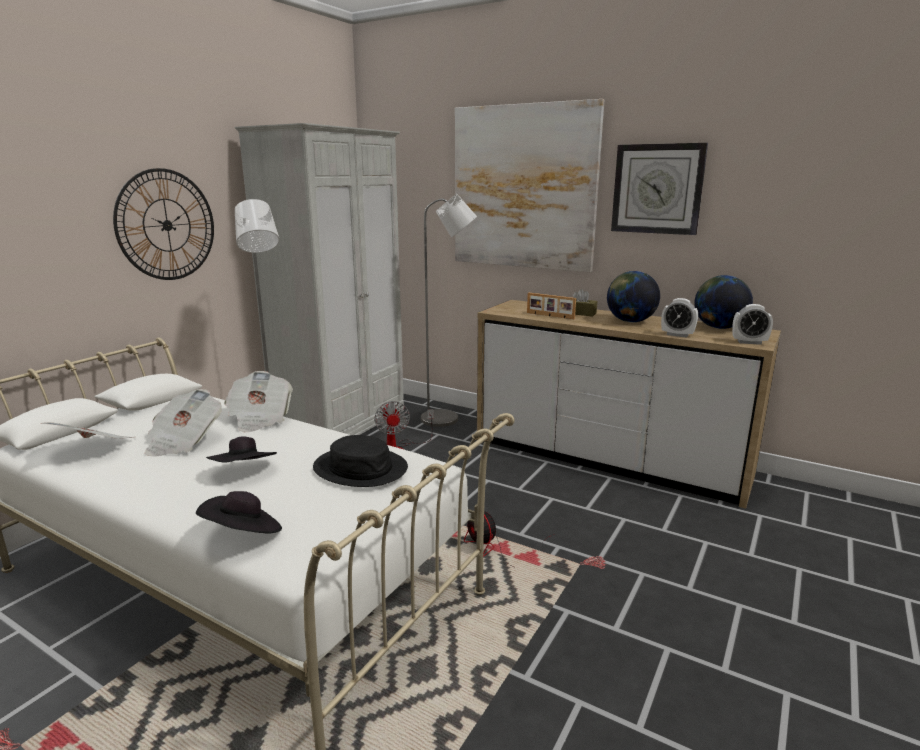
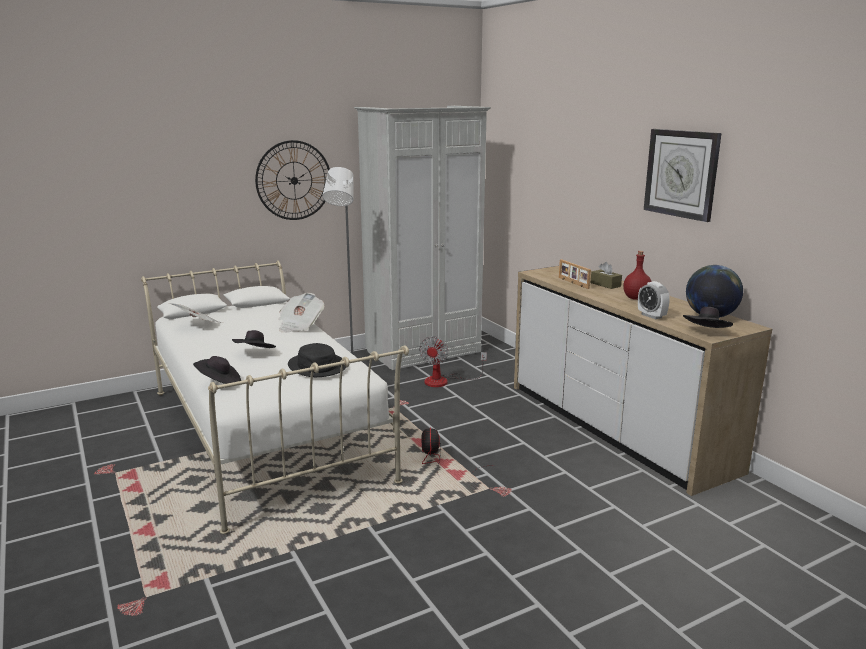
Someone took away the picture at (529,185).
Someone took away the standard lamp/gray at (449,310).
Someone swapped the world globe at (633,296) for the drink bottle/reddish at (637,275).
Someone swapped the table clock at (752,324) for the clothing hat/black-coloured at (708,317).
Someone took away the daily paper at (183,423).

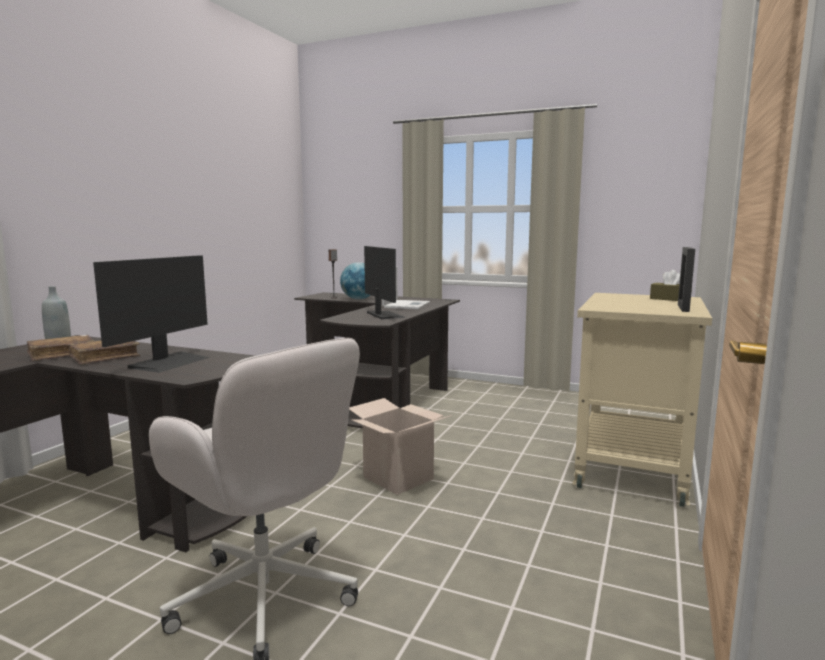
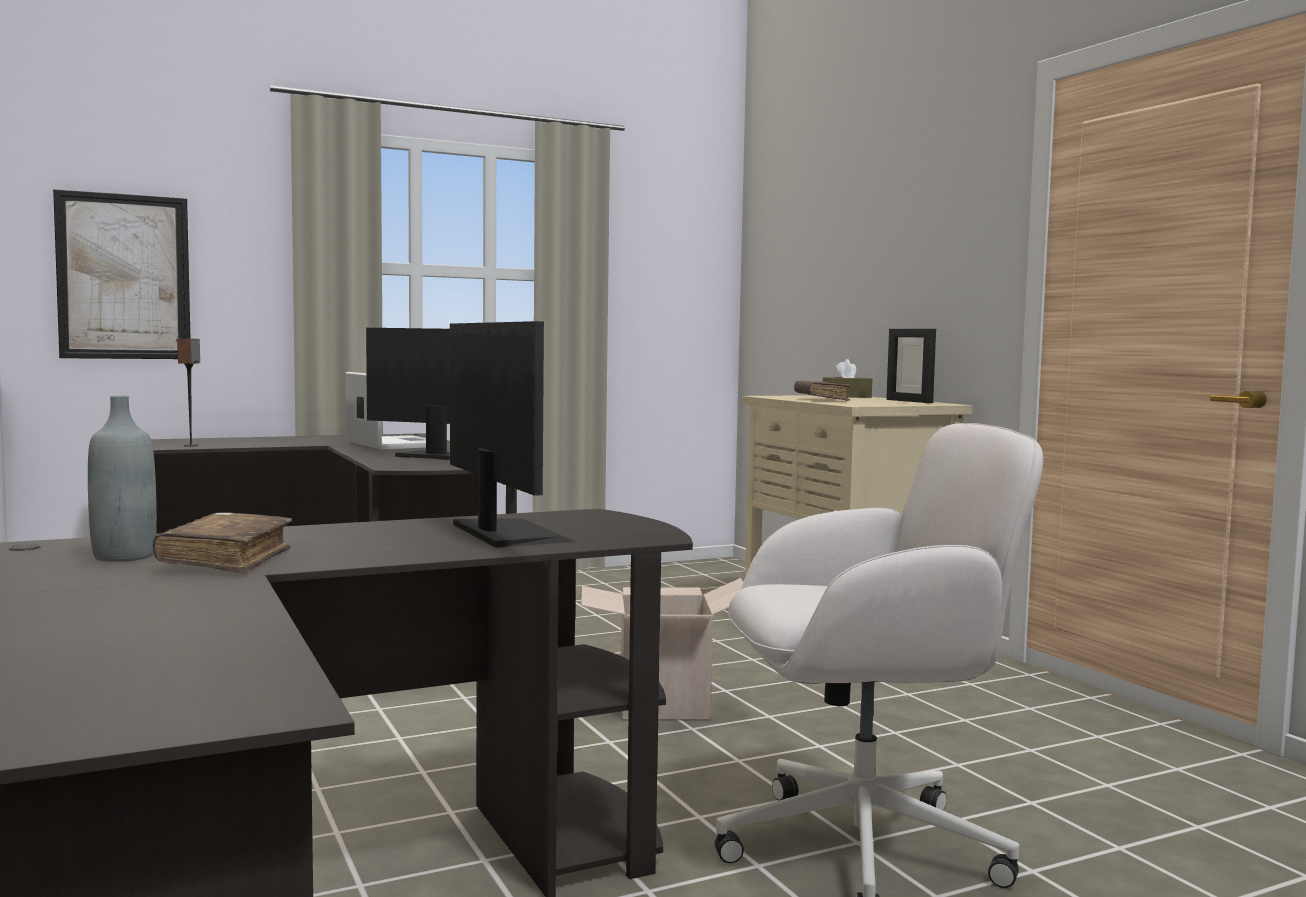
Someone took away the world globe at (355,280).
Someone carried the volume/brownish from (104,353) to (822,391).
Someone put up the picture at (122,274).

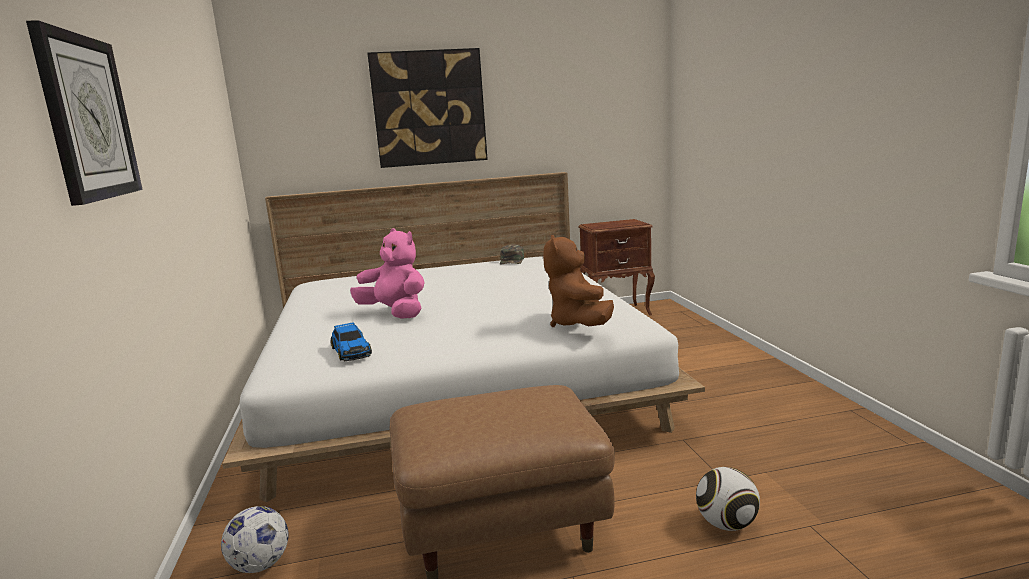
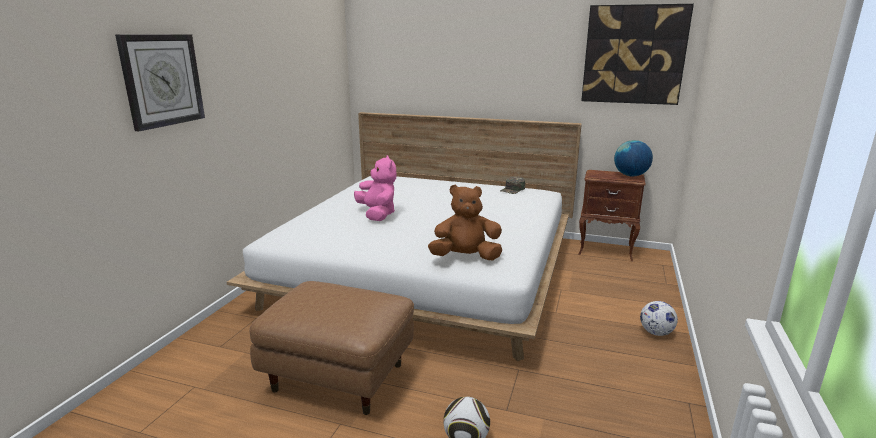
Someone carried the picture from (427,108) to (637,54).
Someone rotated the plush toy/brownish at (578,281) by 60 degrees clockwise.
Someone took away the model car at (351,341).
Someone carried the football from (255,539) to (659,318).
Someone put down the world globe at (633,158).

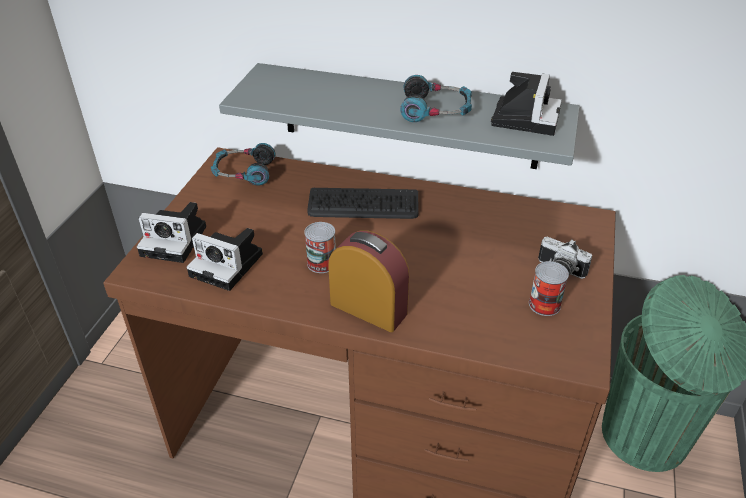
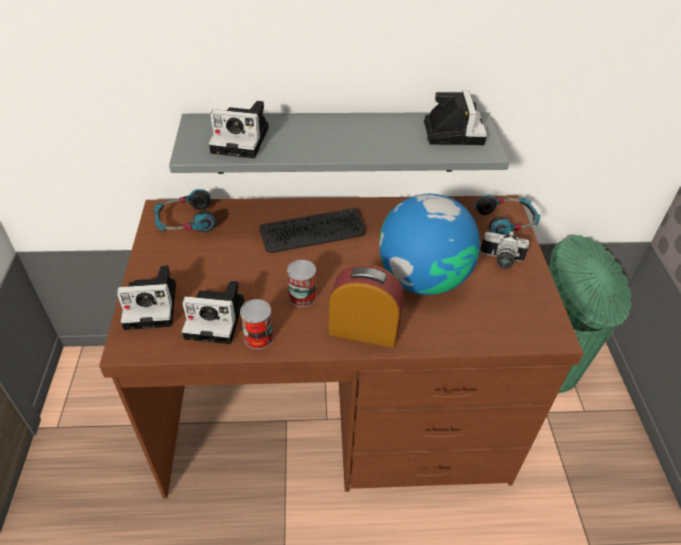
Someone carried the headphones from (436,98) to (508,214).
Someone carried the sealed can from (549,288) to (256,324).
Someone put down the photo camera at (239,129).
Someone put down the world globe at (429,244).

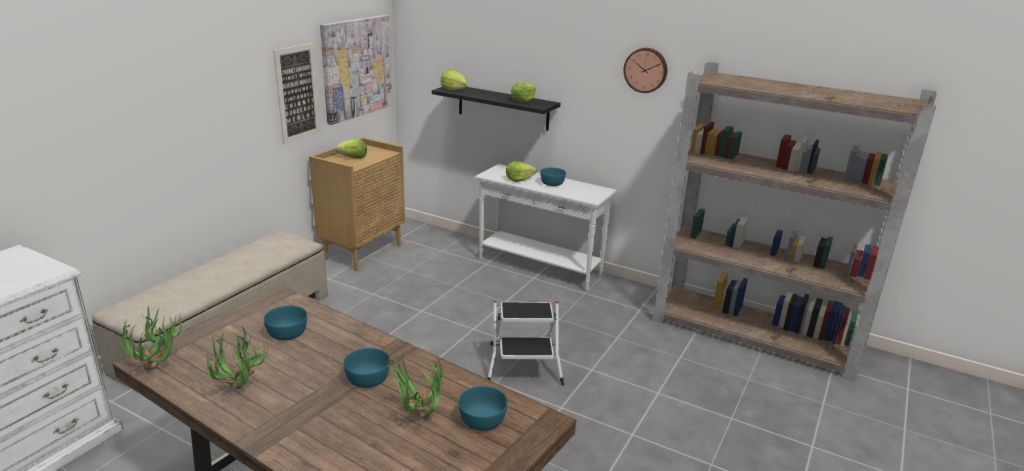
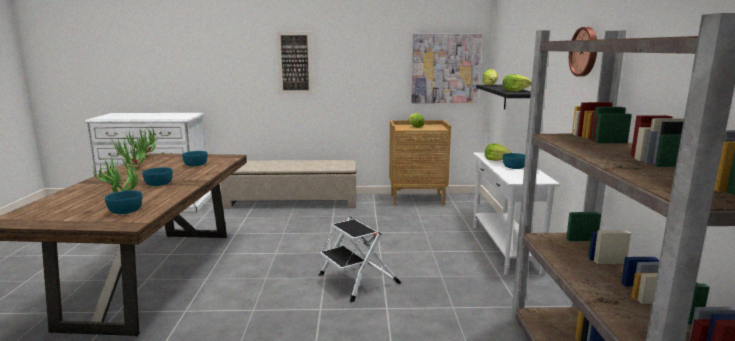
Someone carried the picture from (297,93) to (294,62).

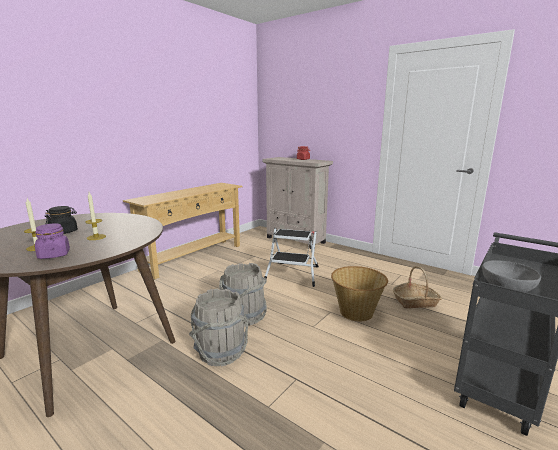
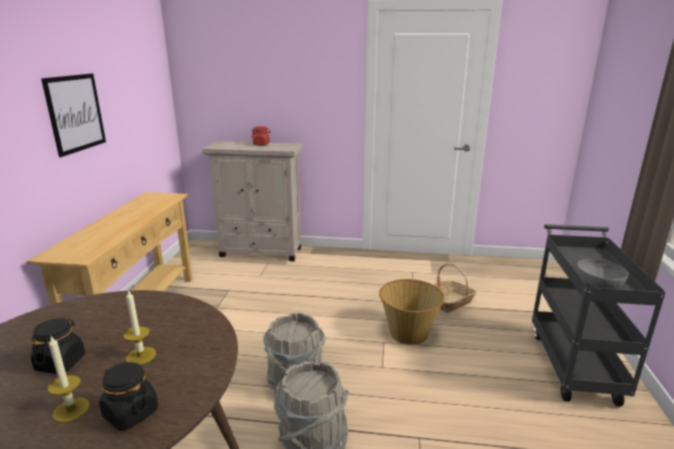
Someone repainted the preserve jar/purplish at (52,241), which became the preserve jar/black-coloured at (128,396).
Someone took away the stepladder at (291,257).
Someone put up the picture at (73,115).

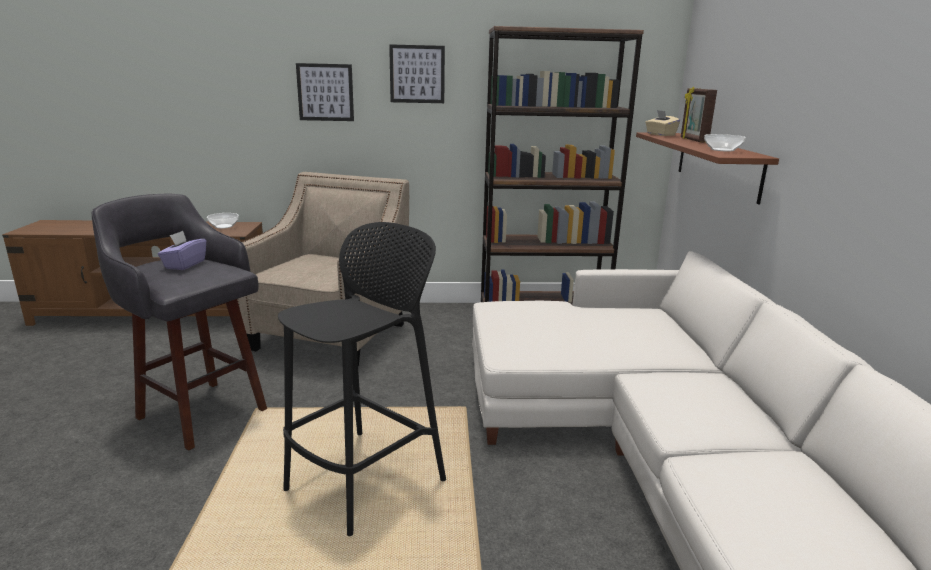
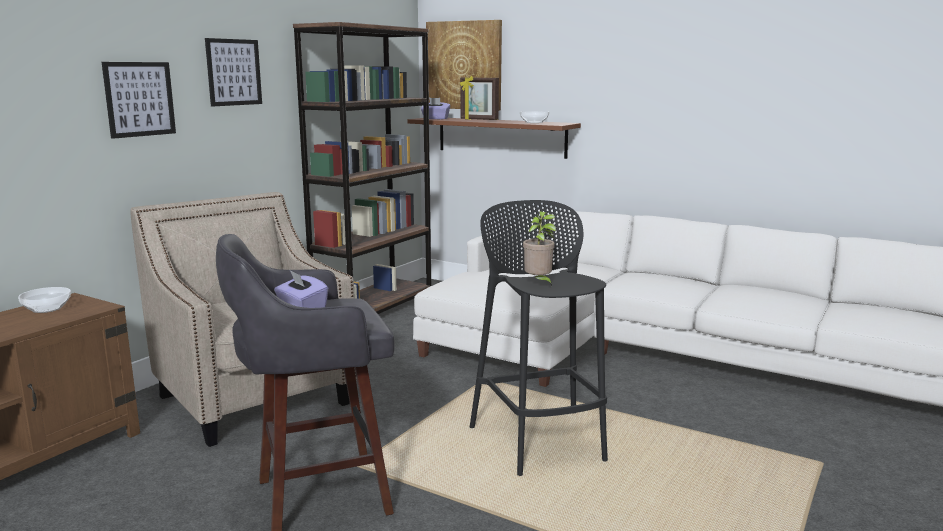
Someone repainted the tissue box/beige-coloured at (662,123), which became the tissue box/purplish at (435,109).
Someone put up the picture at (464,65).
Someone put down the plant in a pot at (539,248).

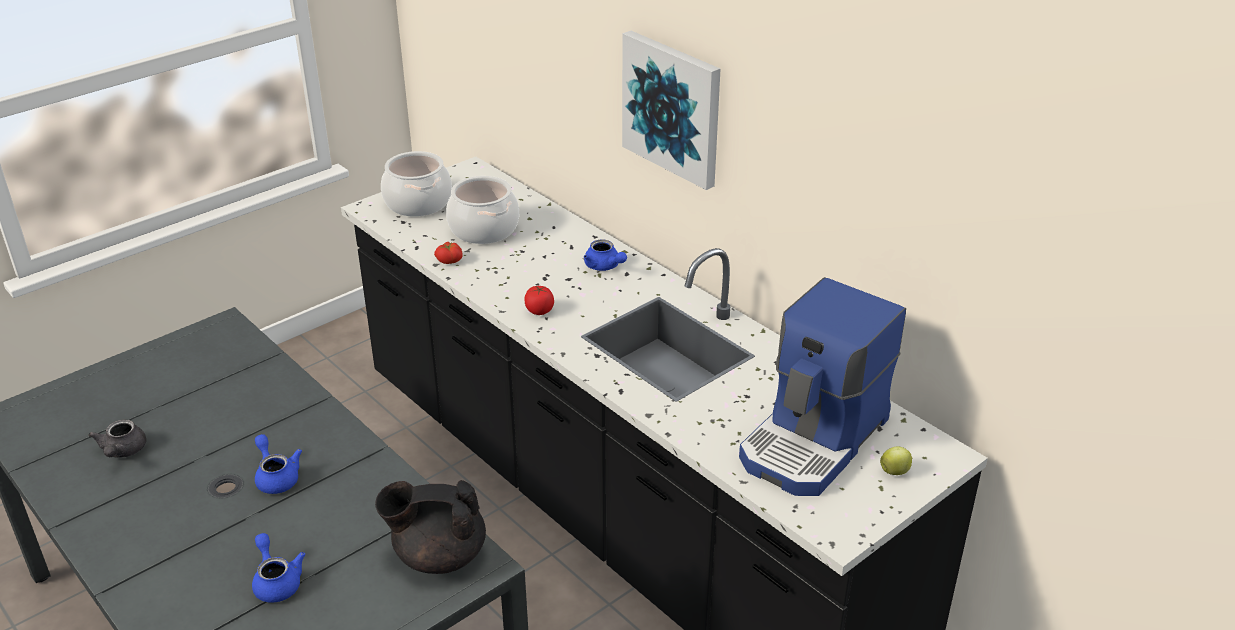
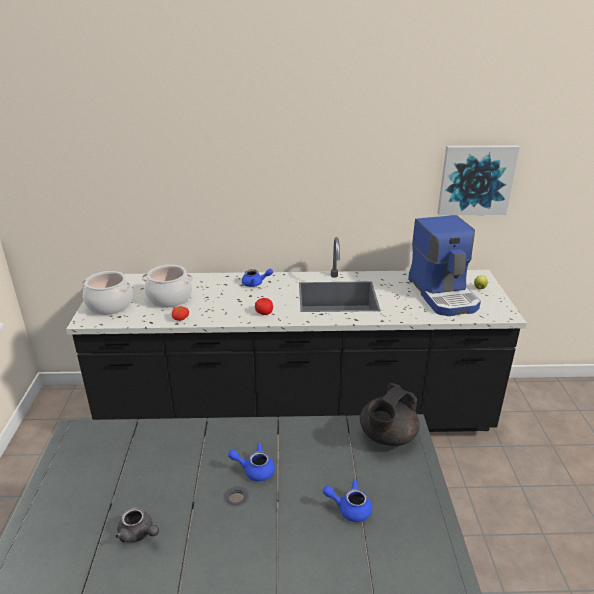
Someone carried the picture from (671,110) to (478,180).

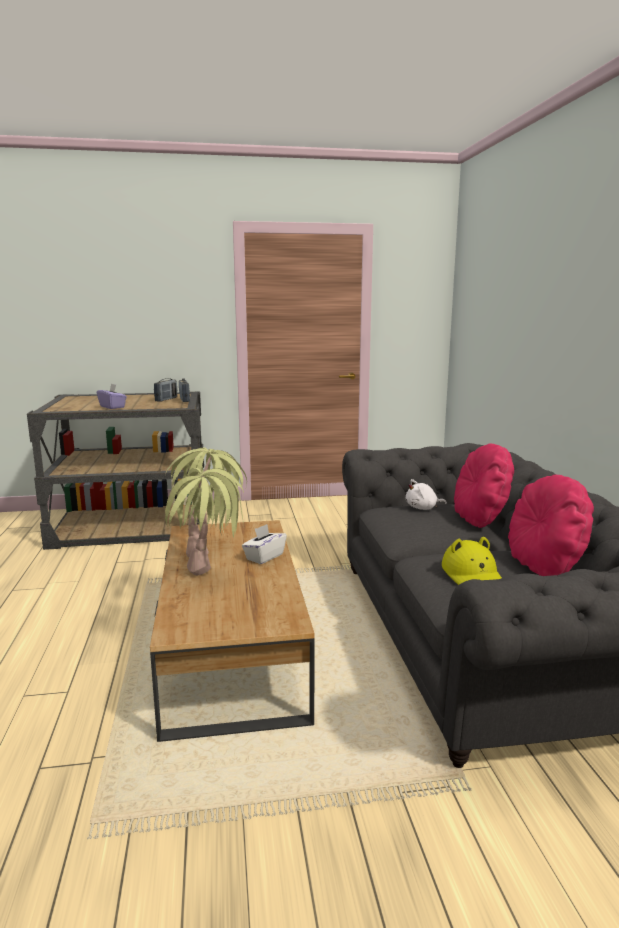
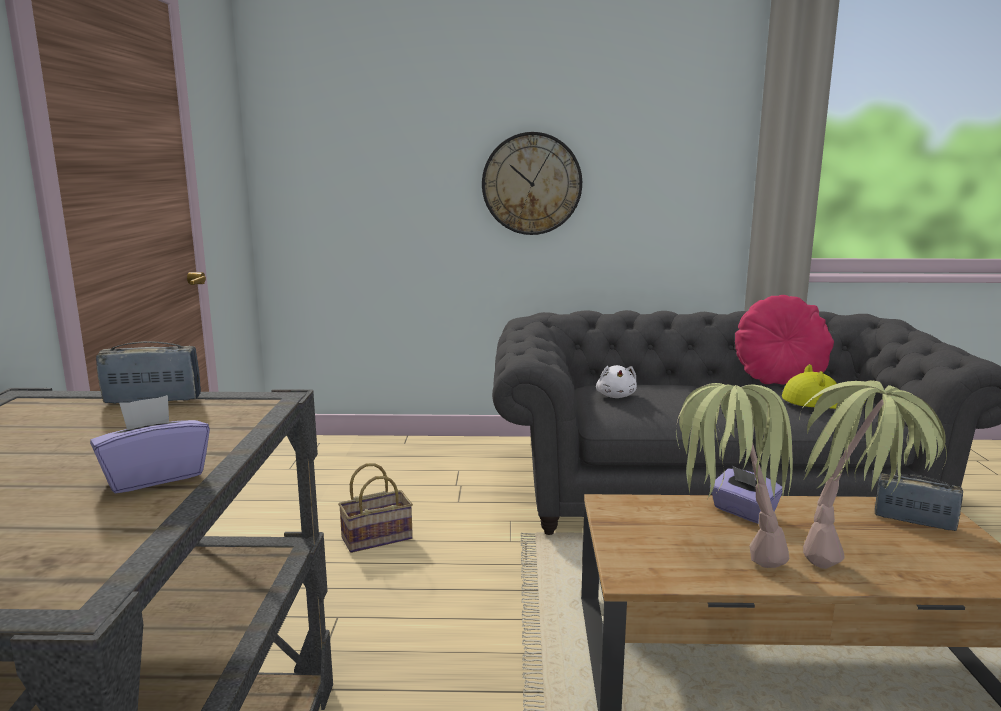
Someone carried the radio set from (165,390) to (919,502).
Someone took away the throw pillow/pinkish at (484,486).
Someone repainted the tissue box/whitish at (264,544), which became the tissue box/purplish at (746,495).
Someone put up the wall clock at (532,183).
Someone put down the storage basket at (375,508).

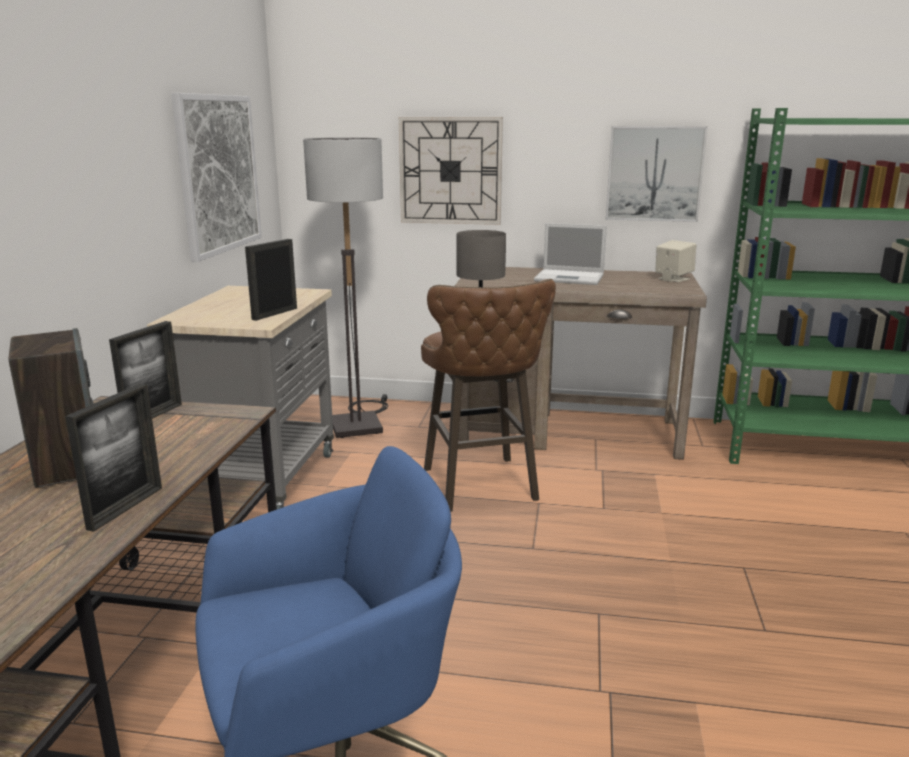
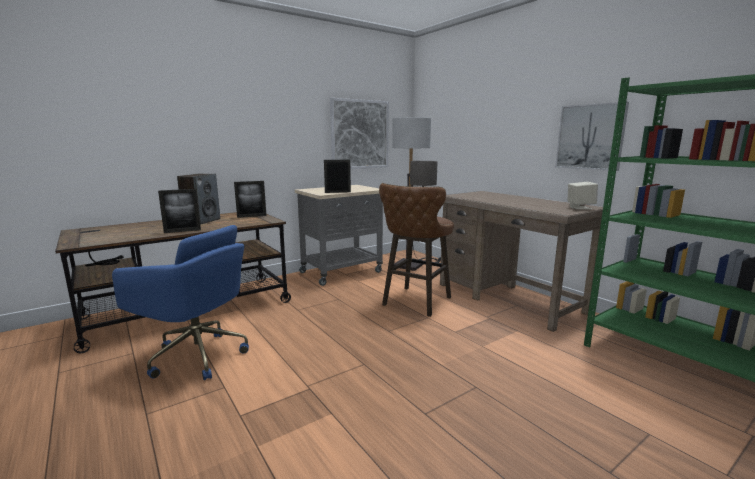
Someone took away the wall clock at (451,171).
Someone took away the laptop at (570,254).

